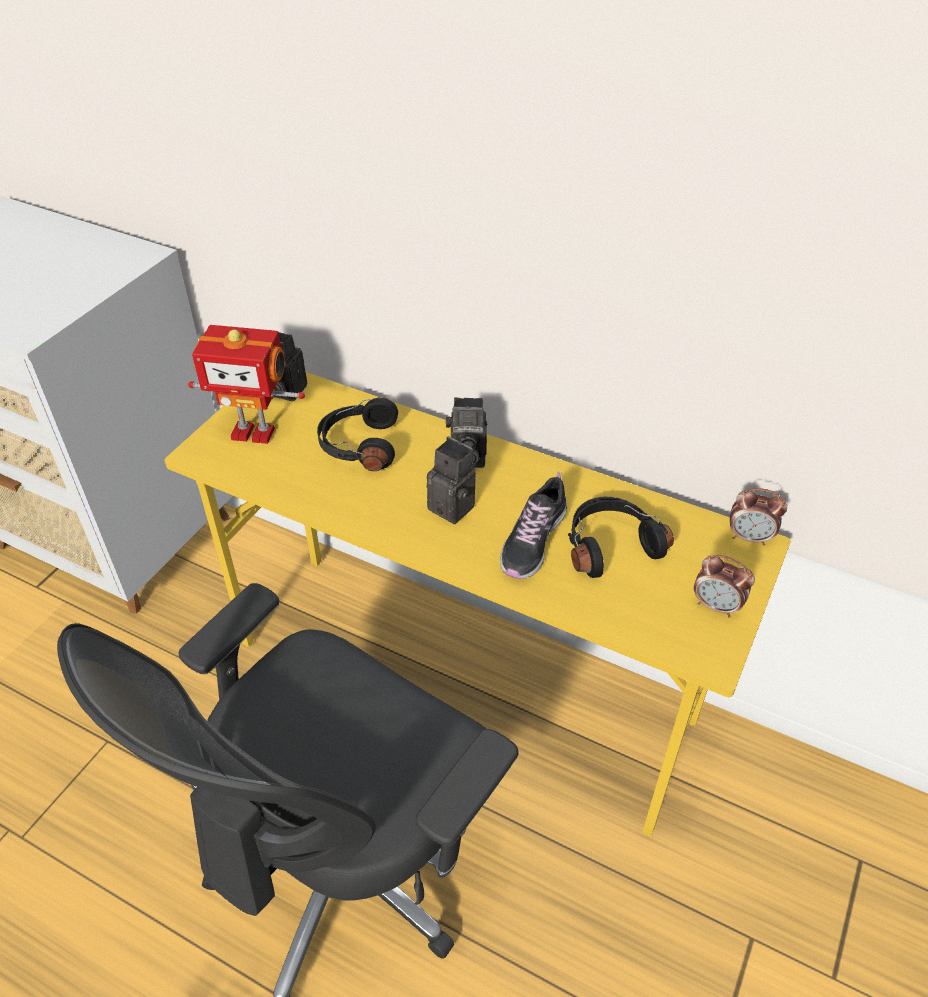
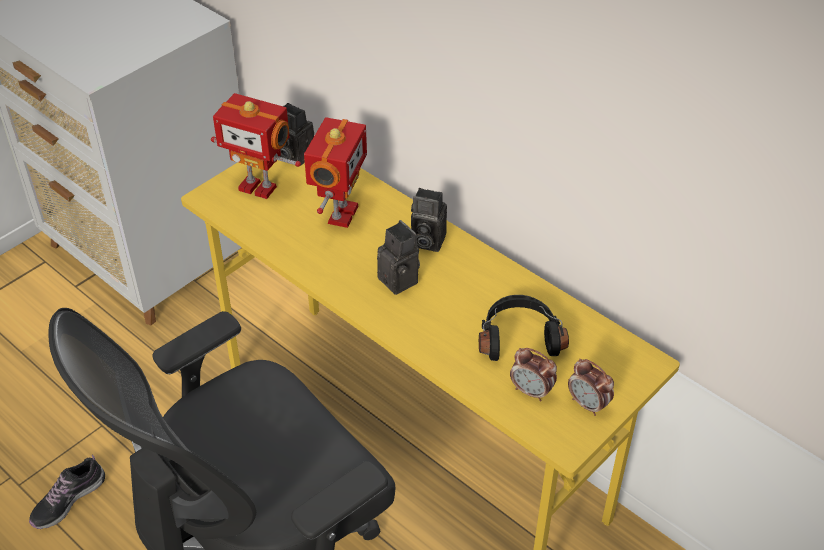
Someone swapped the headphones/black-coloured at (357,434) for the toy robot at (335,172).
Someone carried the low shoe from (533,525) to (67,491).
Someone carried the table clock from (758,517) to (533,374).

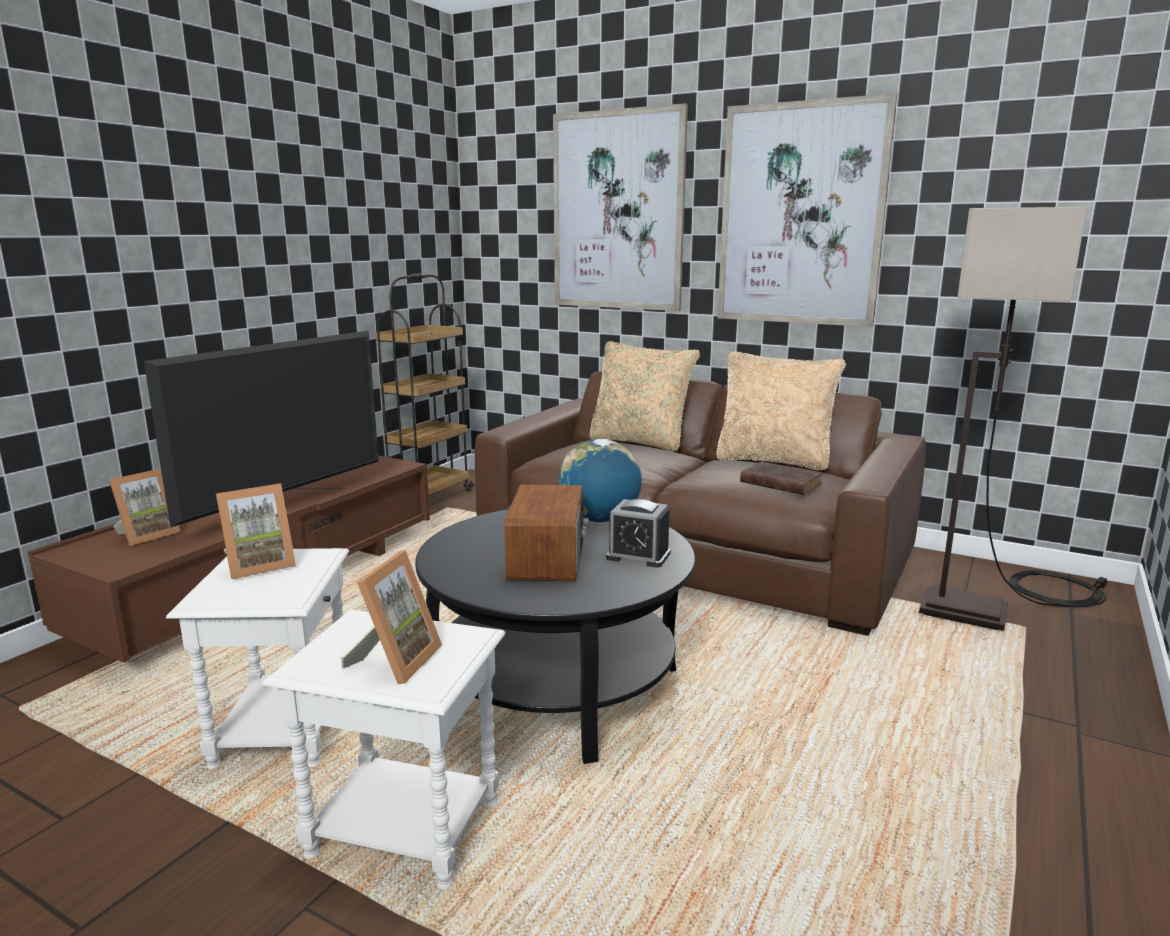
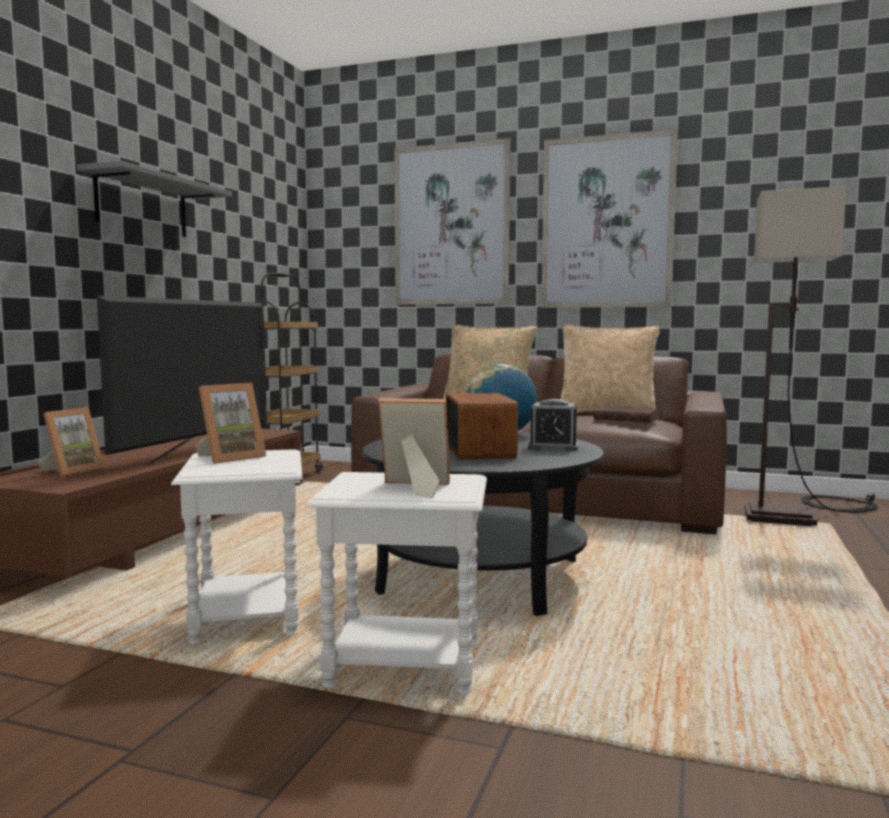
Someone rotated the photo frame at (391,617) by 90 degrees counterclockwise.
Someone put up the wall shelf/gray at (154,198).

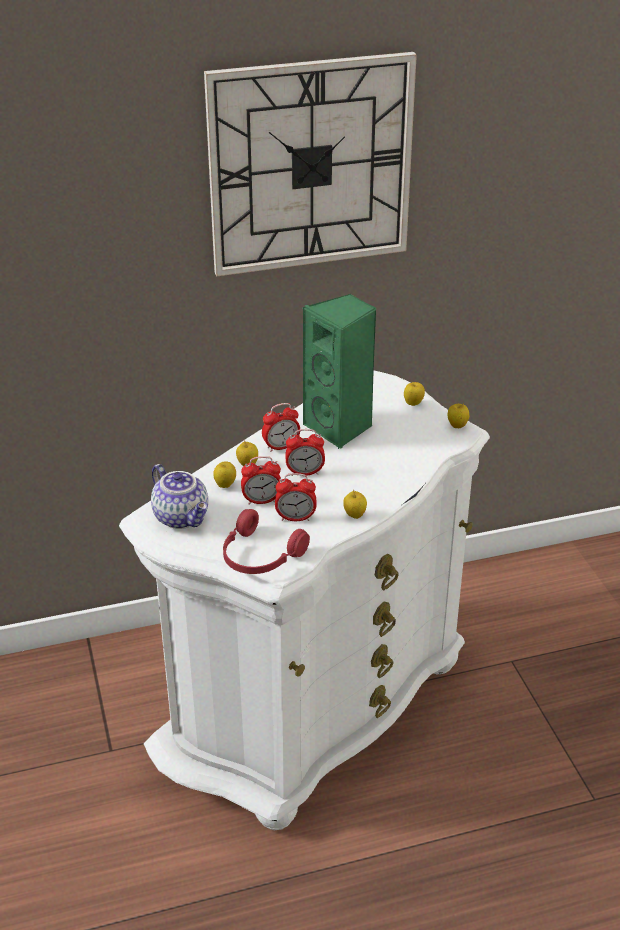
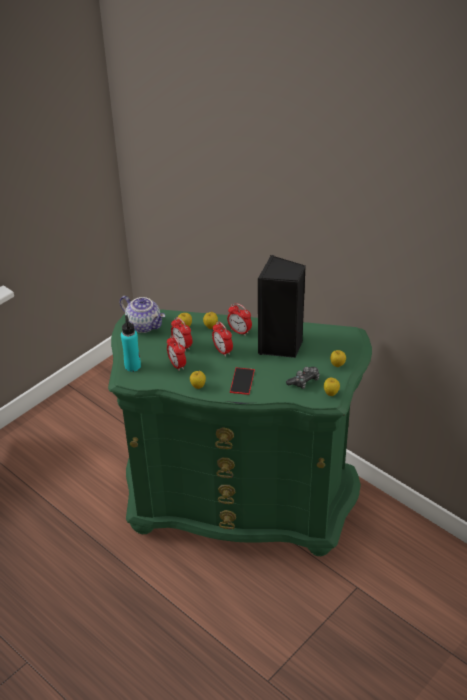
Someone took away the wall clock at (310,164).
Someone repainted the loudspeaker/greenish at (340,371), which became the loudspeaker/black-coloured at (282,306).
Someone repainted the drawer chest/whitish at (304,600), which became the drawer chest/greenish at (240,432).
Someone rotated the pot for tea at (179,496) by 75 degrees counterclockwise.
Someone swapped the headphones/reddish at (266,541) for the drink bottle/blue-green at (131,343).
Someone put down the phone at (242,381).
Someone put down the game controller at (303,378).

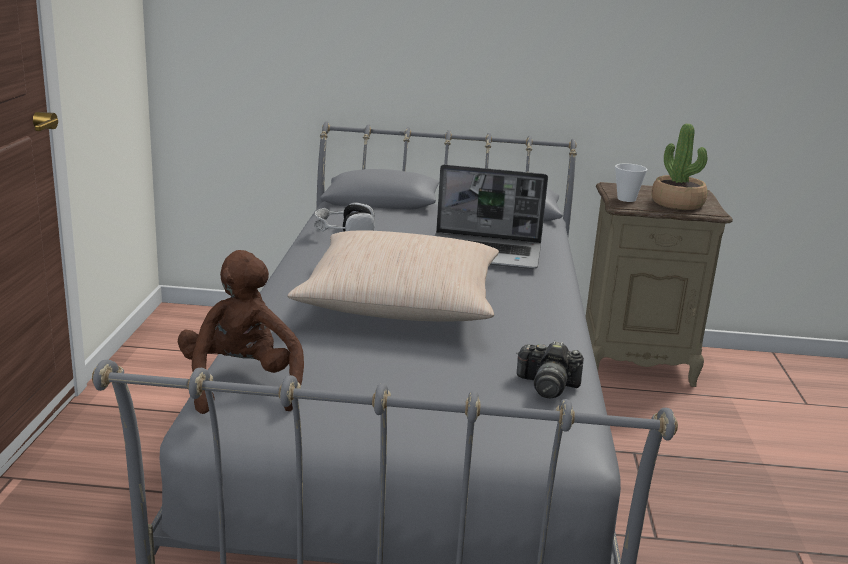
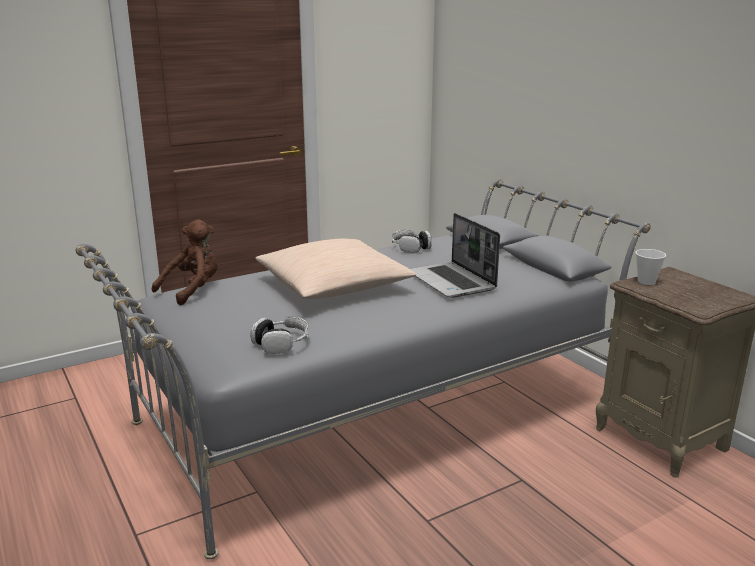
Someone took away the plant in a pot at (679,167).
Someone swapped the photo camera at (550,370) for the headphones at (280,335).

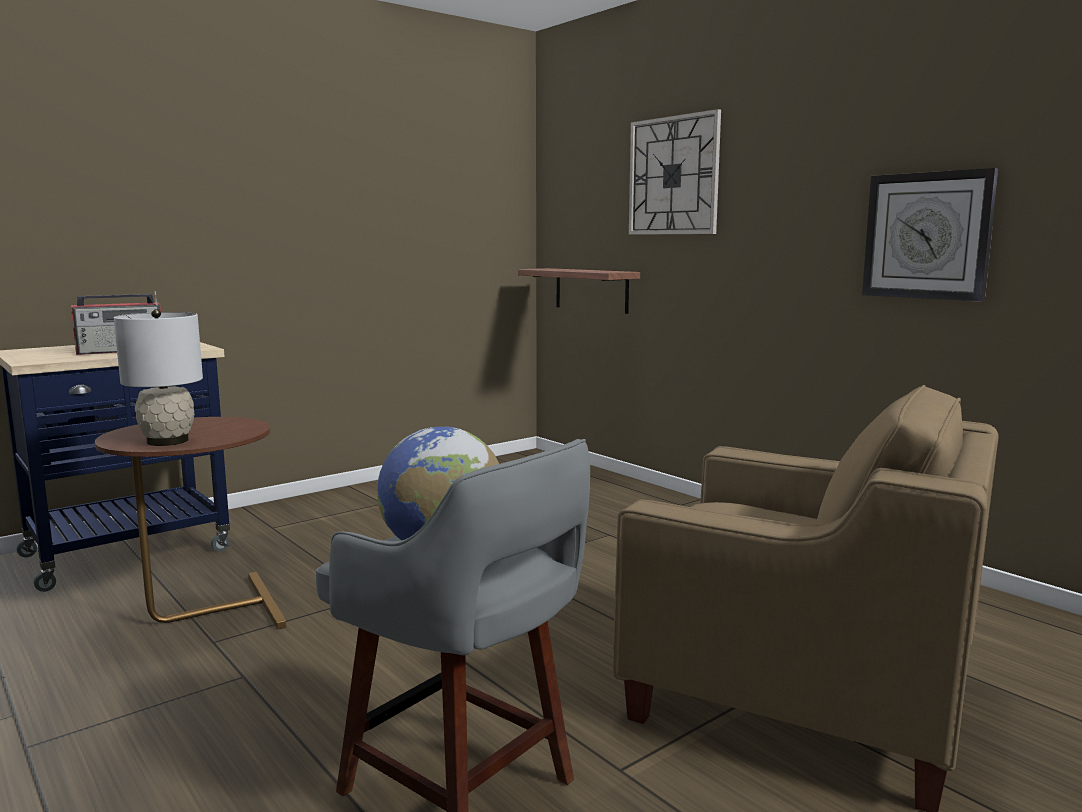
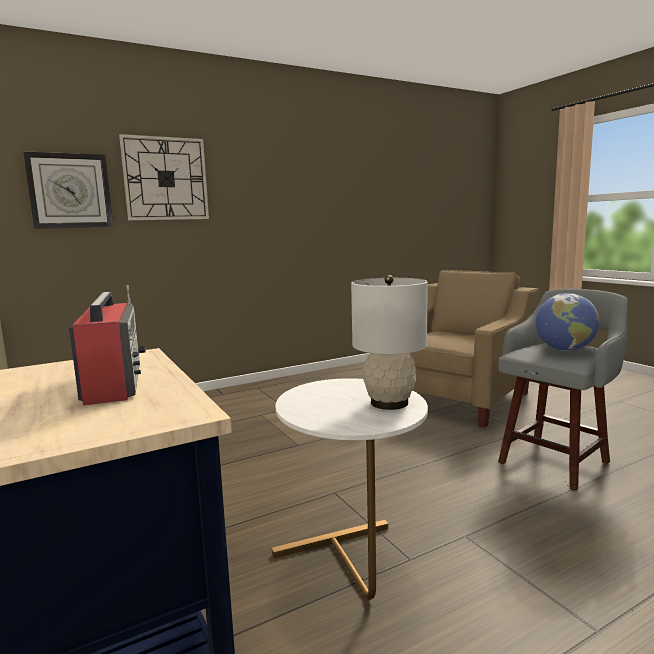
Someone carried the wall clock from (930,235) to (68,190).
Someone took away the wall shelf at (579,291).
Someone repainted the side table/brownish at (190,523), which became the side table/whitish at (350,489).

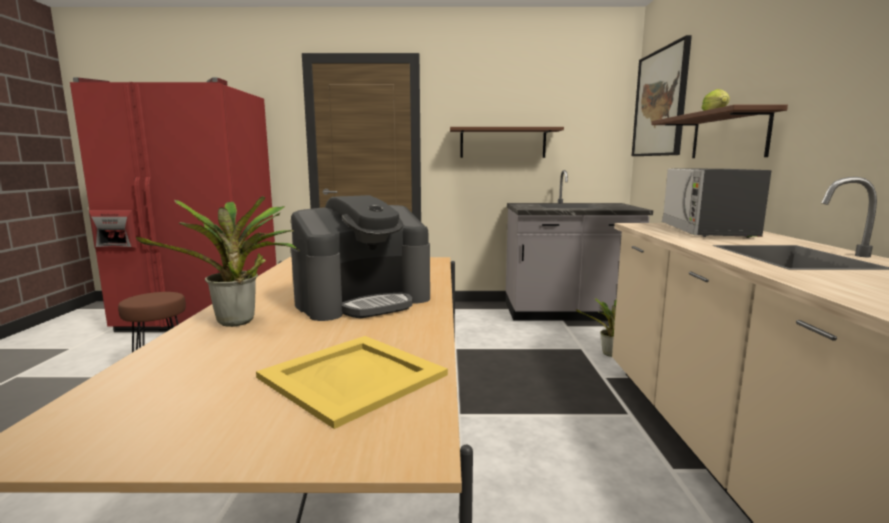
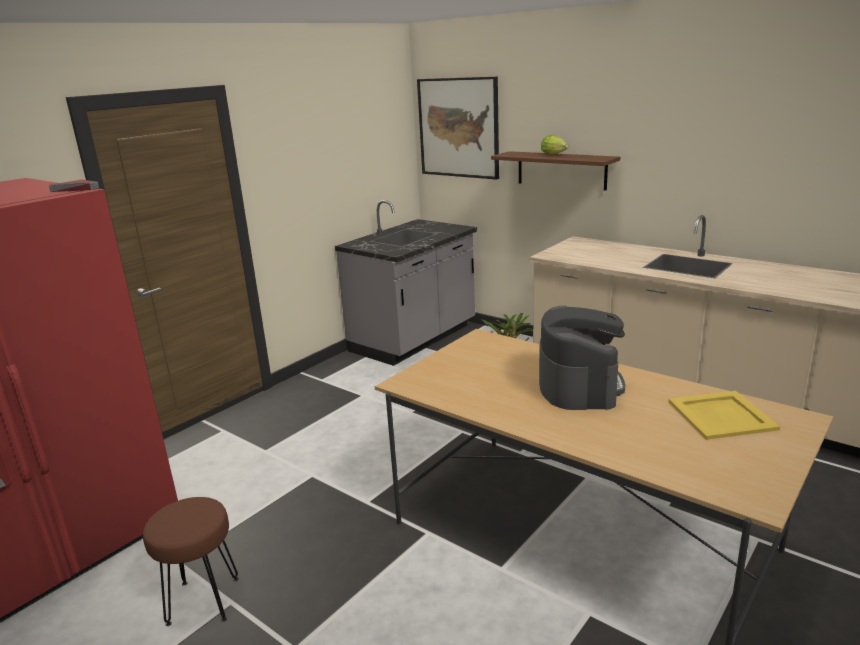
Someone took away the wall shelf/brownish at (507,142).
Someone took away the microwave at (717,203).
Someone took away the plant in a pot at (218,261).

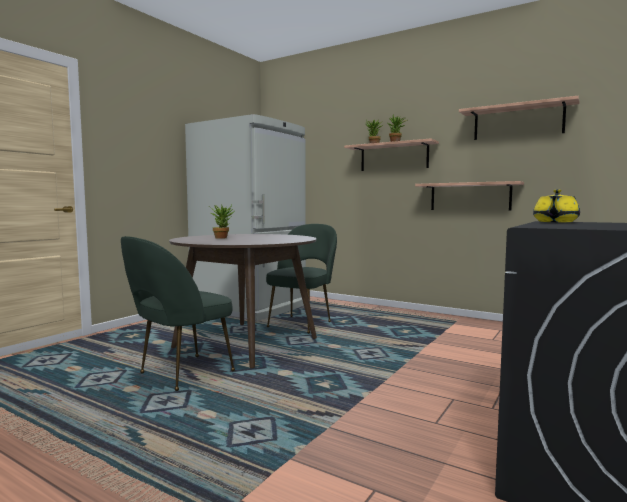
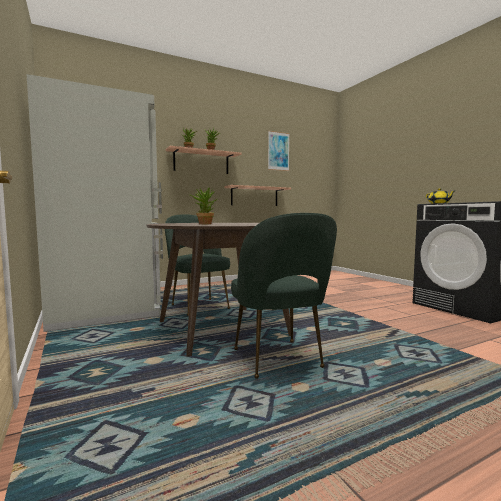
Someone swapped the wall shelf at (519,118) for the picture at (279,151).

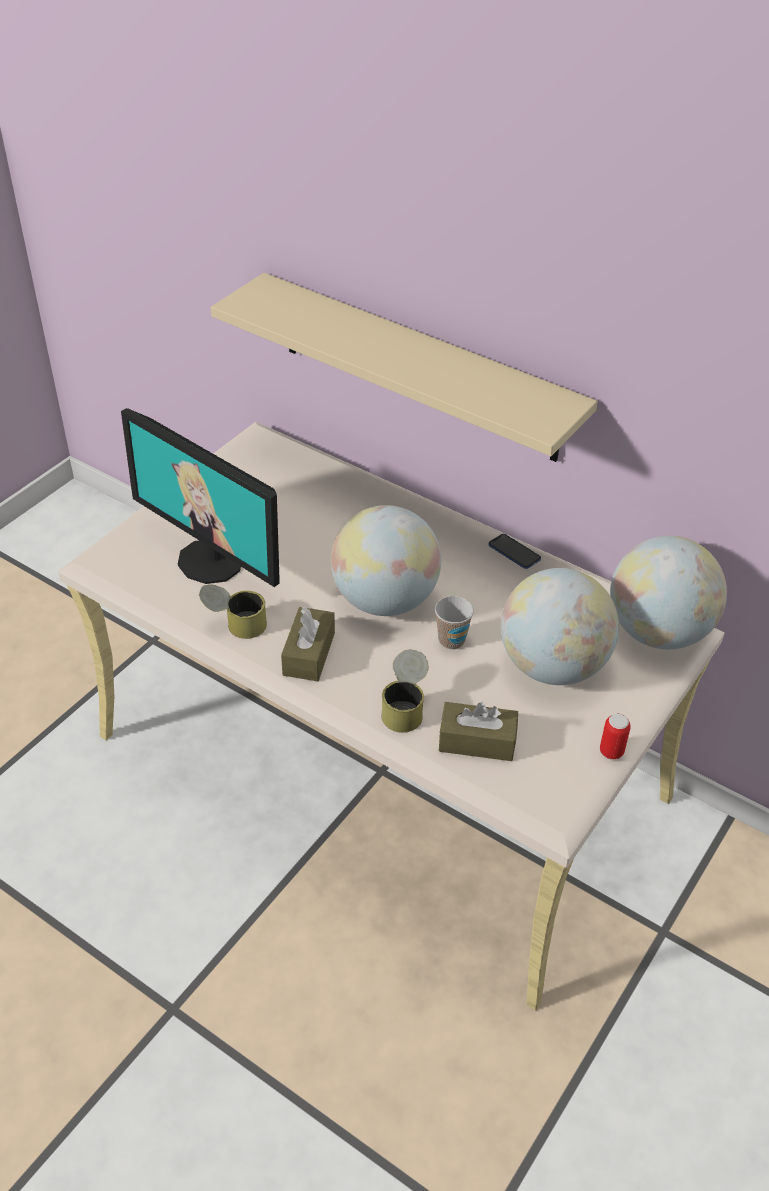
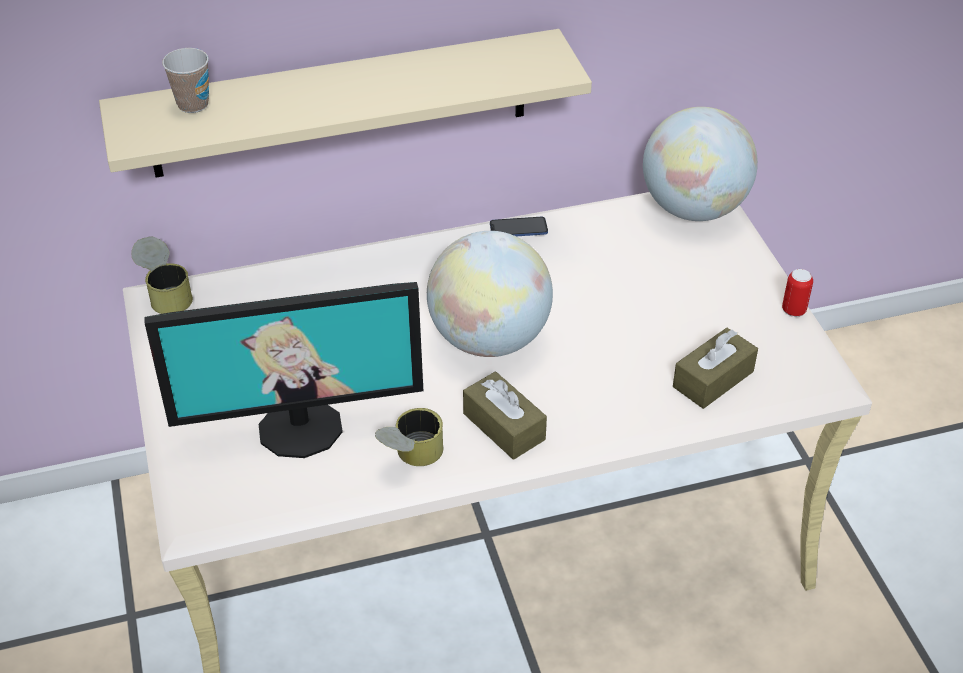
Someone took away the world globe at (560,626).
Someone carried the drinking cup from (454,623) to (185,80).
Someone carried the sealed can from (405,691) to (162,275).

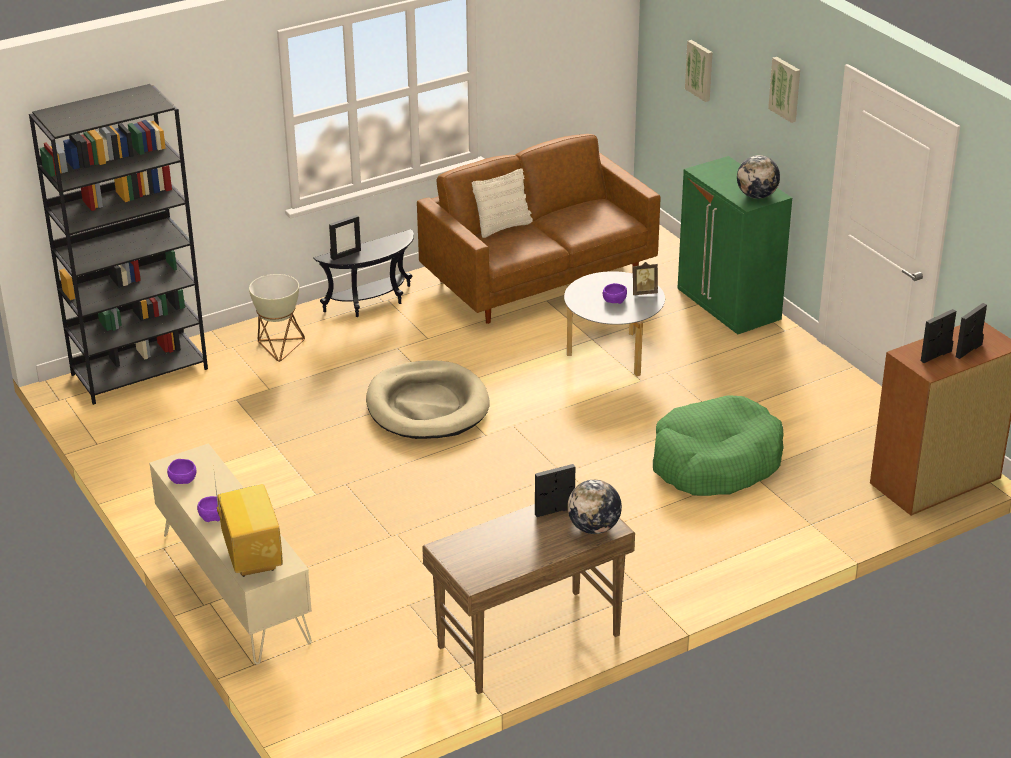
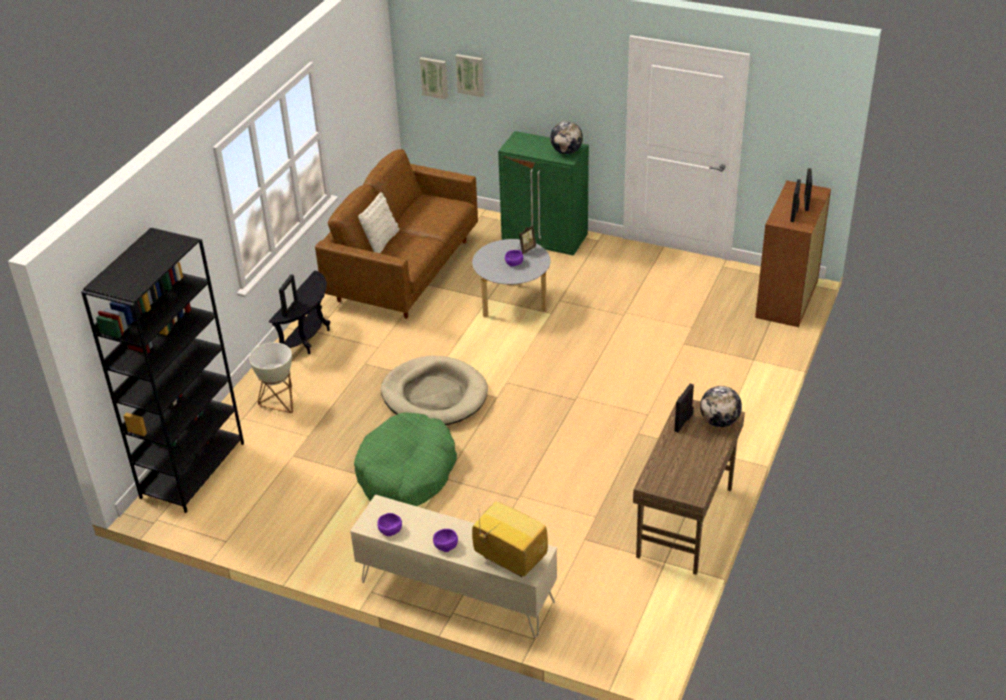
Someone carried the picture from (784,90) to (434,78).
Someone carried the pet bed/greenish from (718,445) to (405,459).

